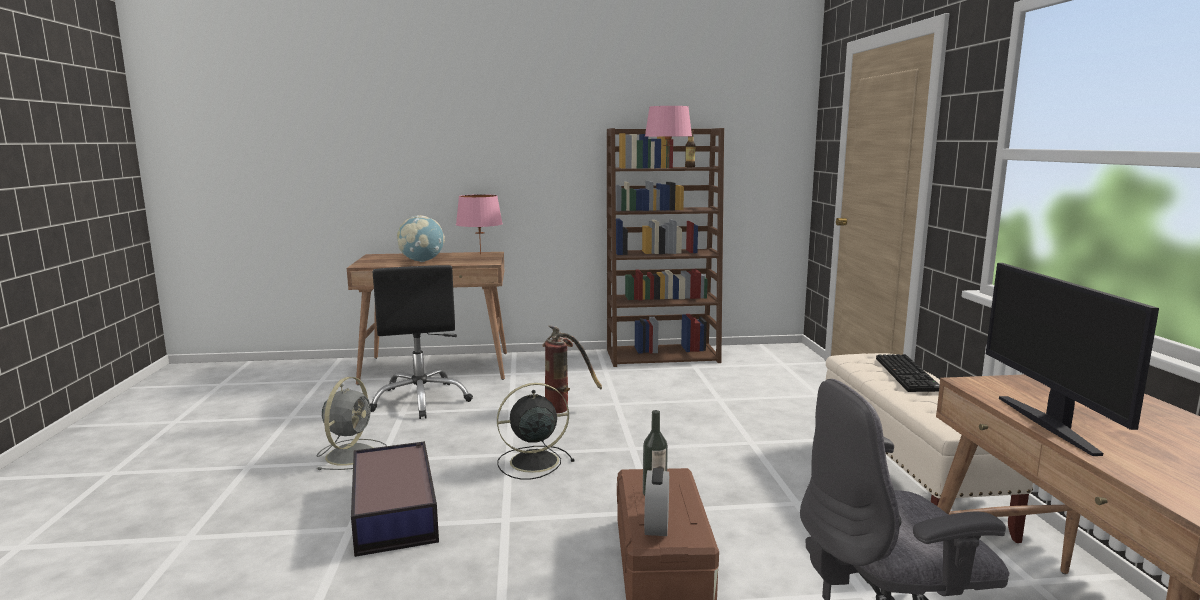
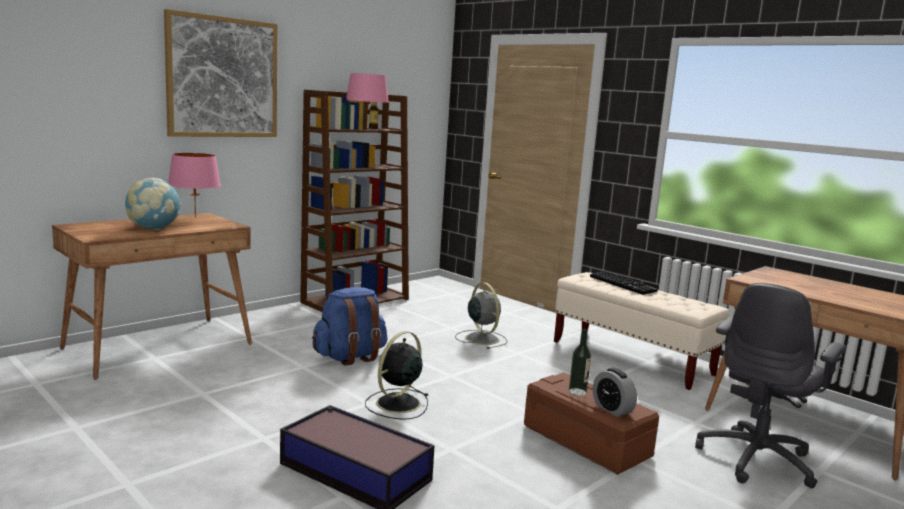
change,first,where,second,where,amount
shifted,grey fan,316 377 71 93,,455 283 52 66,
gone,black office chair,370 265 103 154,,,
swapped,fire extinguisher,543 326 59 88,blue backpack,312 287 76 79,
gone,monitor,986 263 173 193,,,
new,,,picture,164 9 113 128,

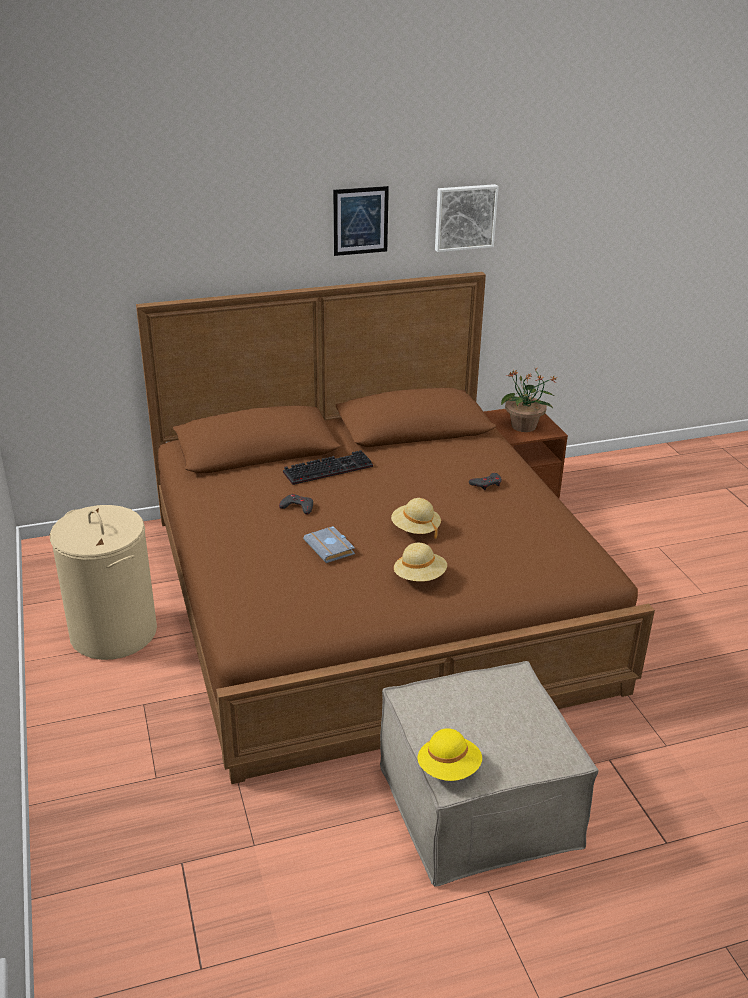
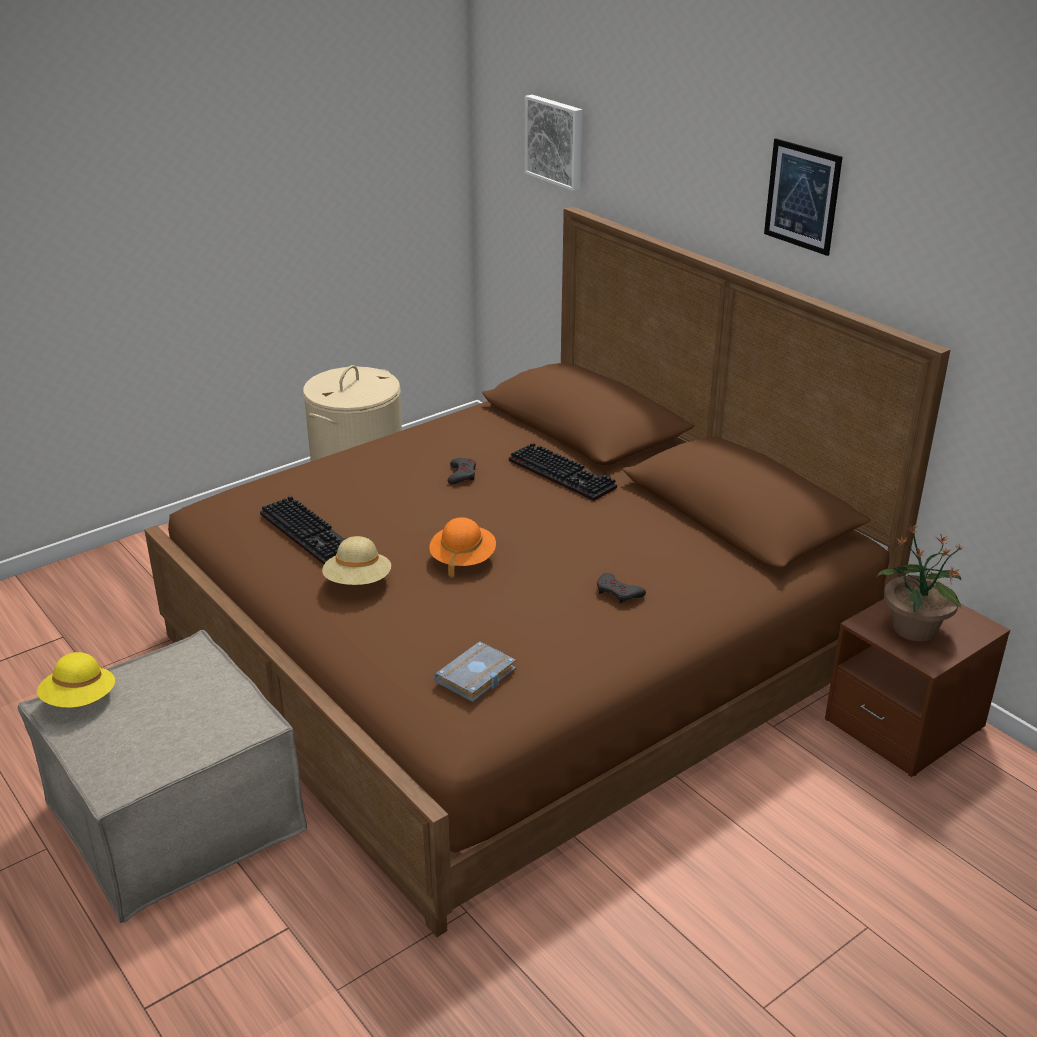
change,first,where,second,where,amount
shifted,grey book,304 526 51 37,,434 641 82 61,
repainted,beige hat,391 498 50 40,orange hat,429 517 67 61,
shifted,picture,435 184 64 68,,525 95 57 96,
new,,,keyboard,260 496 87 68,

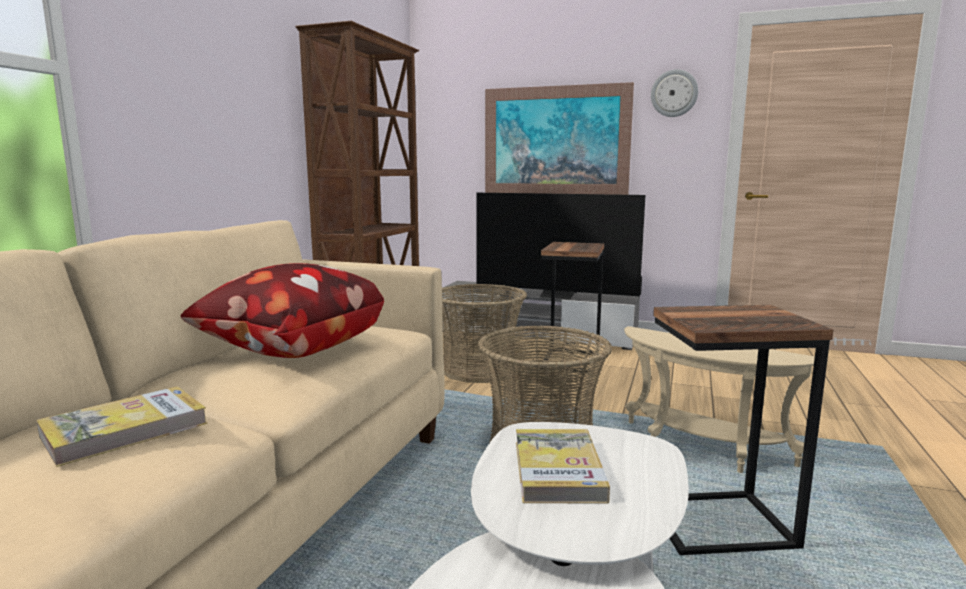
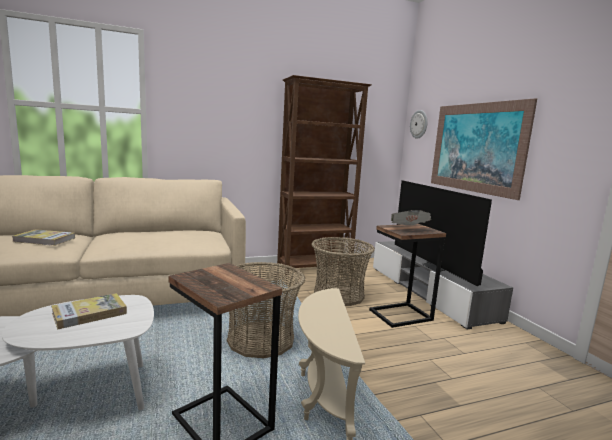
change,first,where,second,where,amount
gone,pillow,181 263 203 95,,,
shifted,wall clock,651 69 47 48,,410 110 17 29,
new,,,newspaper,391 210 40 15,

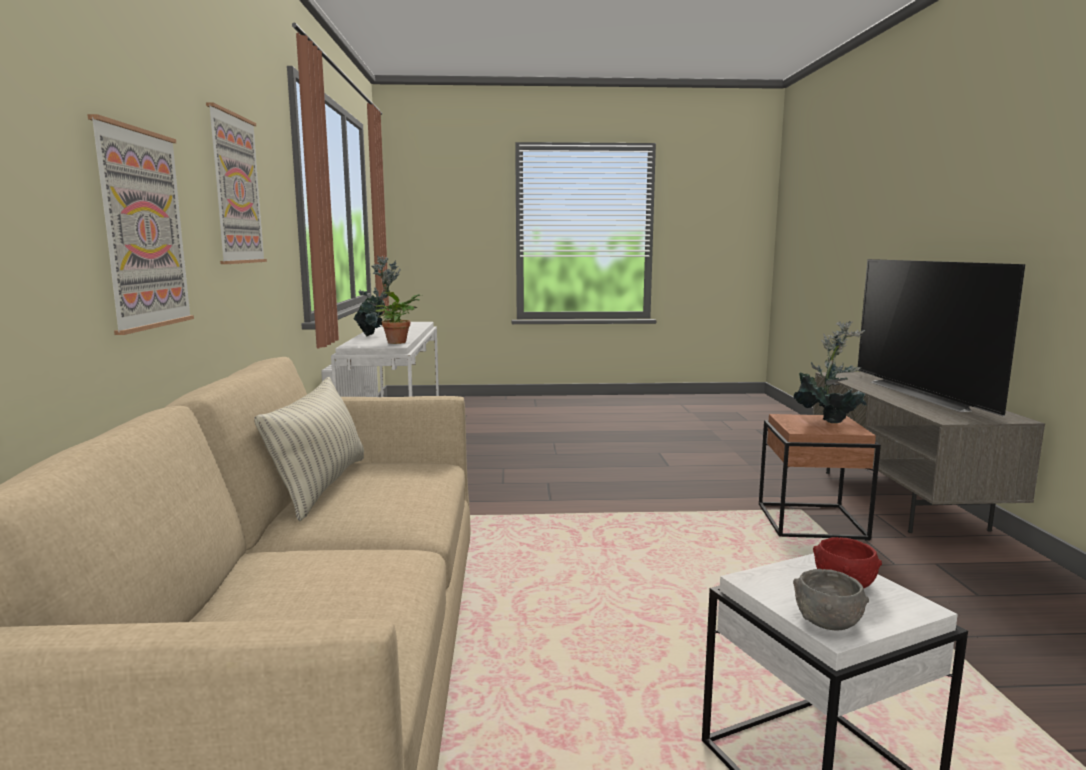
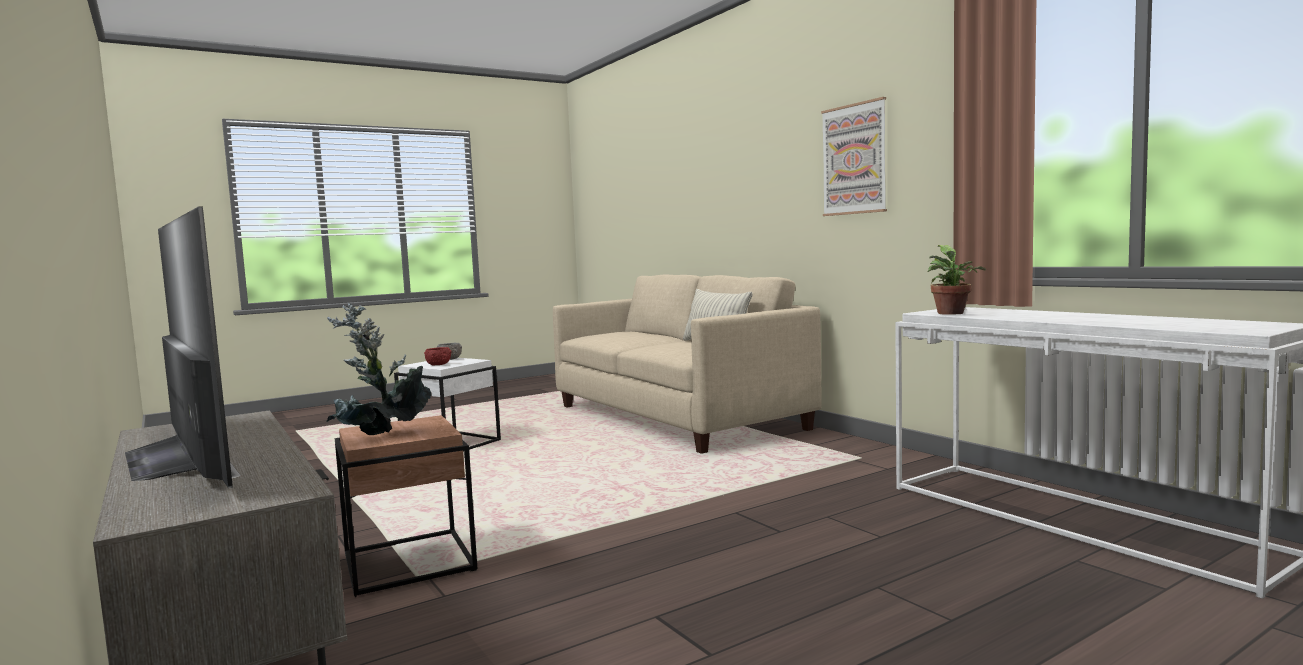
change,first,where,second,where,amount
gone,picture,87 114 107 221,,,
gone,potted plant,353 256 47 80,,,

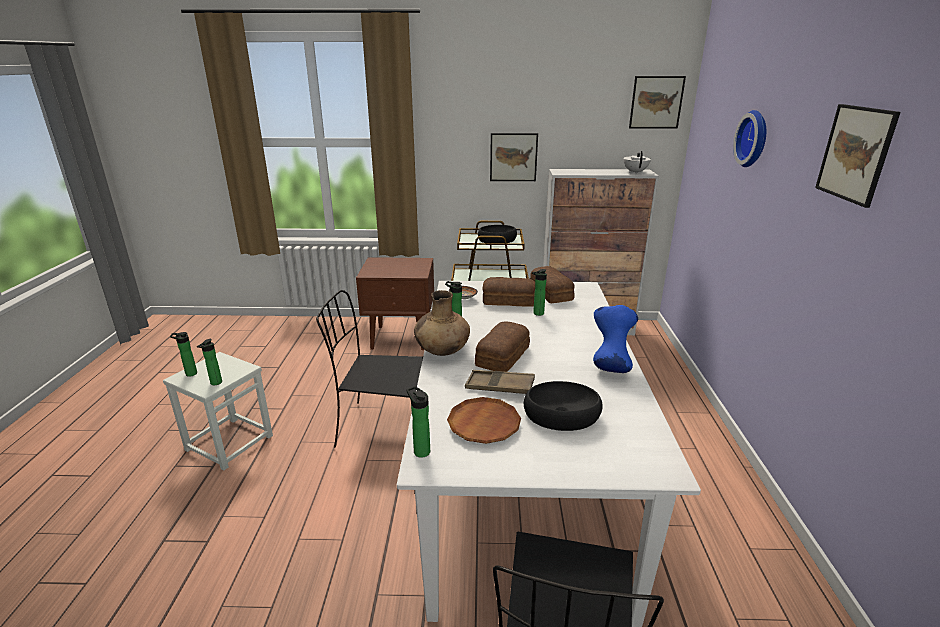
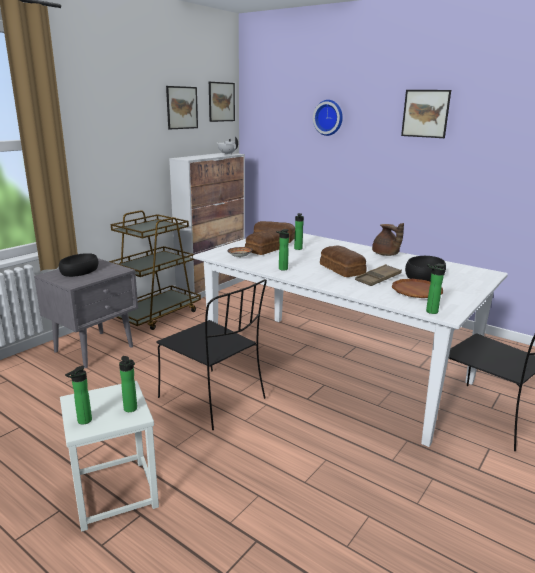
change,first,where,second,where,amount
rotated,black chair,316 290 107 157,,157 279 110 151,90 degrees counterclockwise
repainted,brown nightstand,356 257 78 93,grey nightstand,34 258 104 110,
gone,brown vase,414 290 56 66,,,
shifted,black bowl,478 225 39 18,,59 253 39 24,
shifted,picture,490 133 48 48,,166 86 32 43,
swapped,blue vase,593 305 45 68,brown teapot,372 223 32 33,

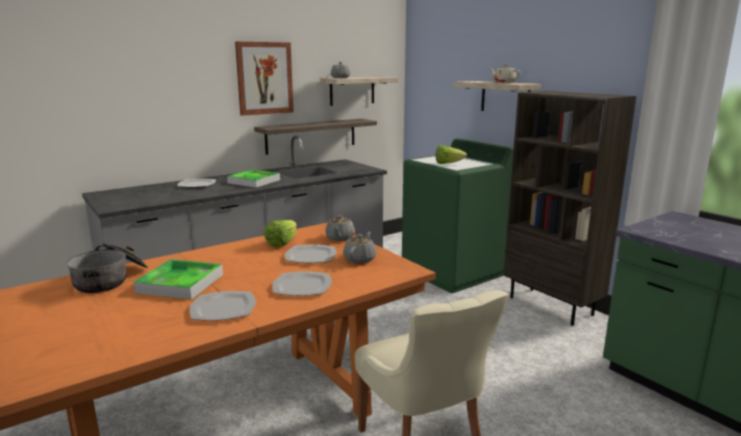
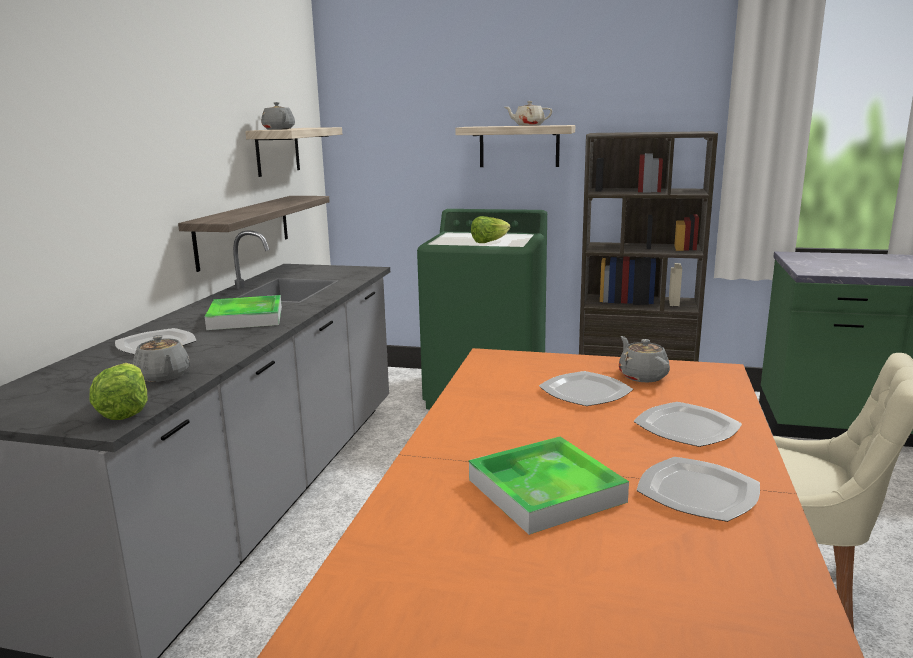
change,first,where,second,where,amount
gone,cooking pot,66 243 82 50,,,
gone,picture,235 42 58 74,,,
shifted,lettuce,264 220 33 27,,89 363 58 57,
shifted,grey teapot,325 215 30 26,,133 335 57 47,

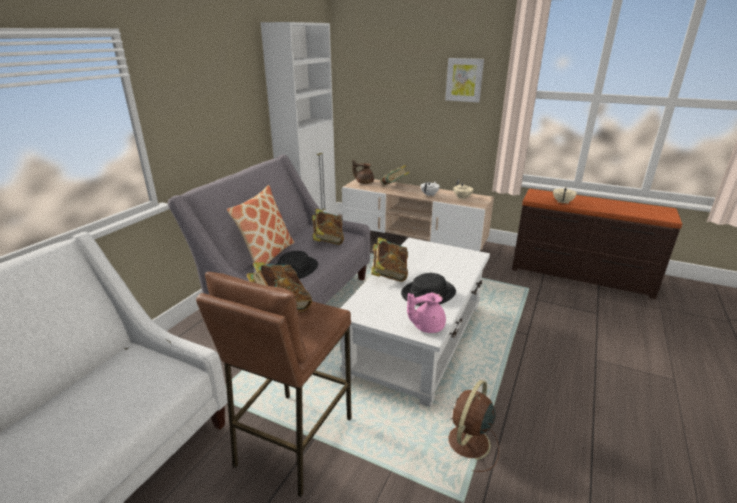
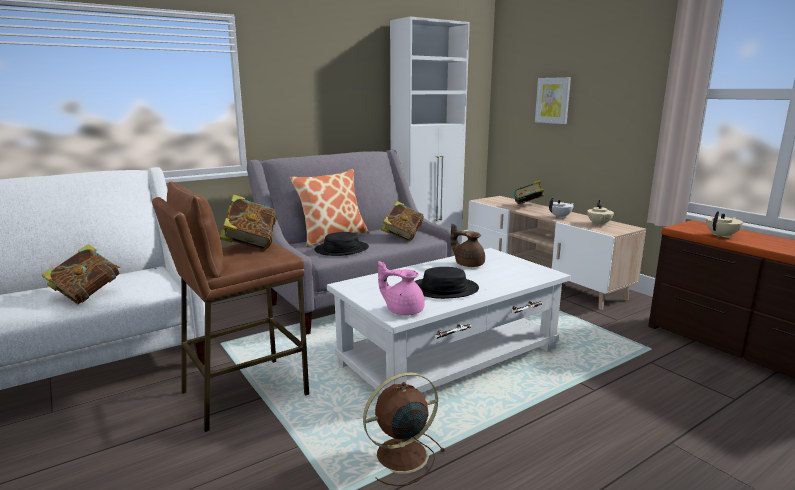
change,first,where,second,where,amount
shifted,brown teapot,352 160 22 24,,451 223 34 44,
shifted,book,371 237 37 45,,42 244 79 60,
shifted,picture,445 58 39 44,,535 77 36 47,

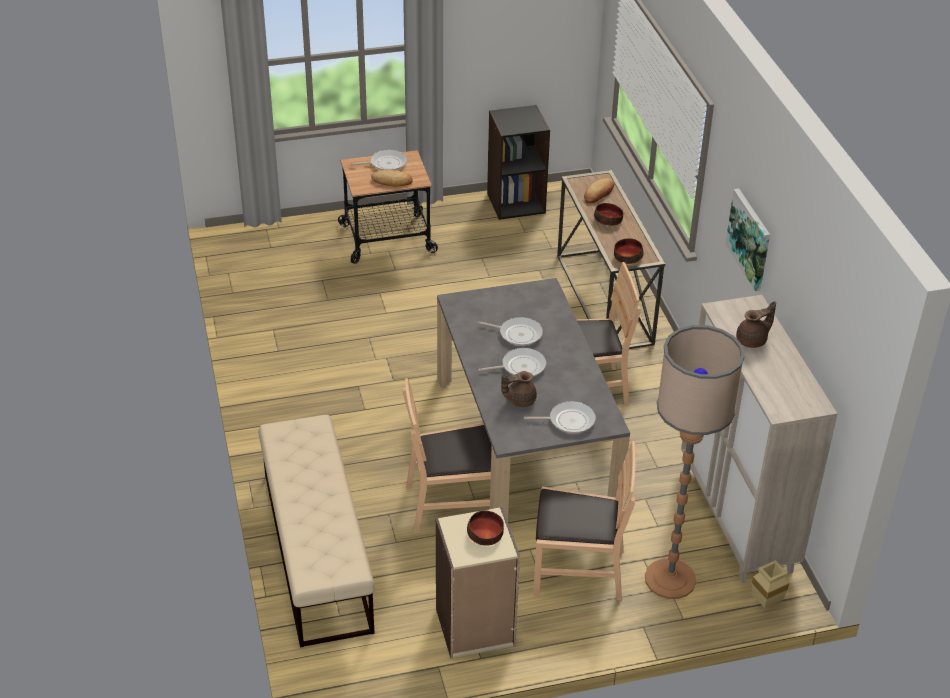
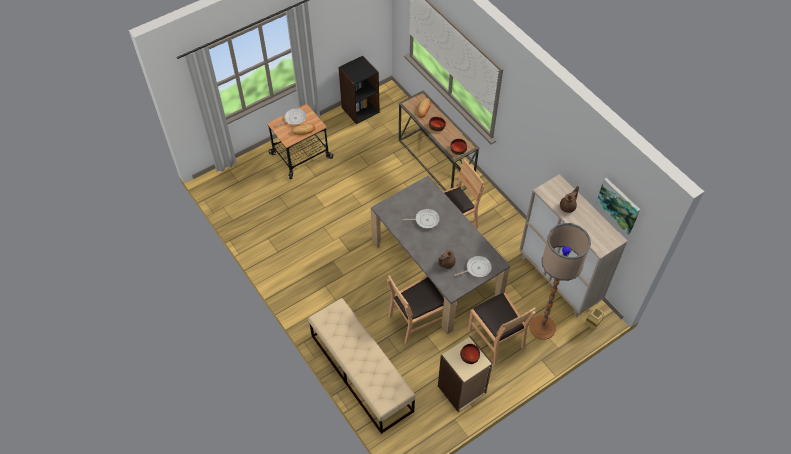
change,first,where,second,where,amount
gone,frying pan,479 348 67 28,,,
rotated,brown chair,533 441 103 159,,468 293 68 71,75 degrees clockwise
shifted,picture,725 189 45 102,,596 178 44 57,

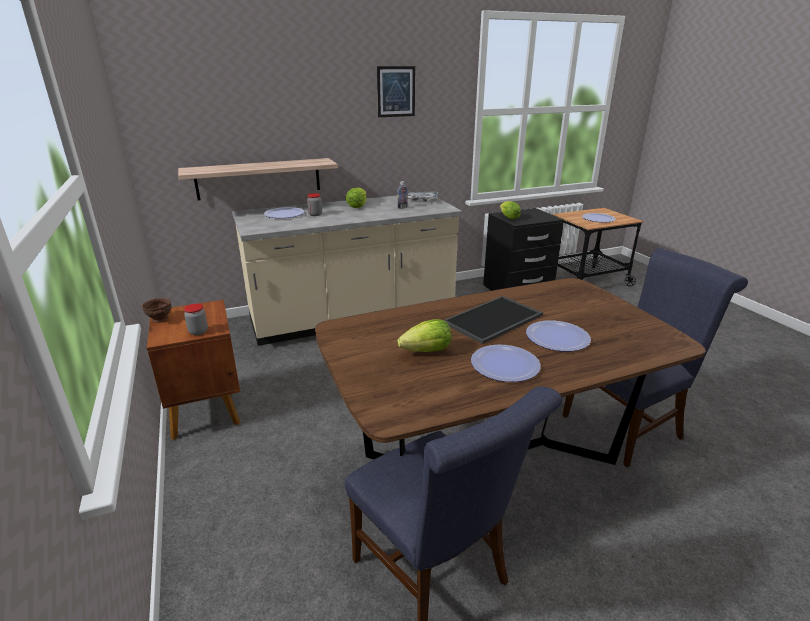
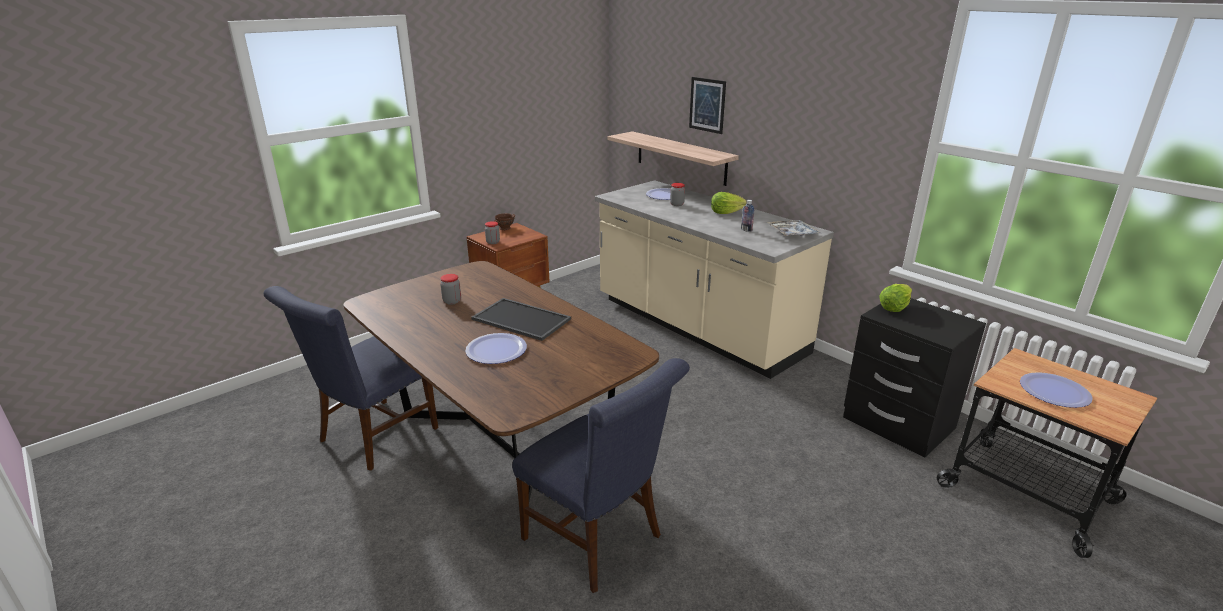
change,first,where,second,where,amount
shifted,picture,377 66 38 51,,689 77 37 57,
swapped,lettuce,397 319 55 33,jar,440 274 21 31,
gone,plate,471 345 70 37,,,

